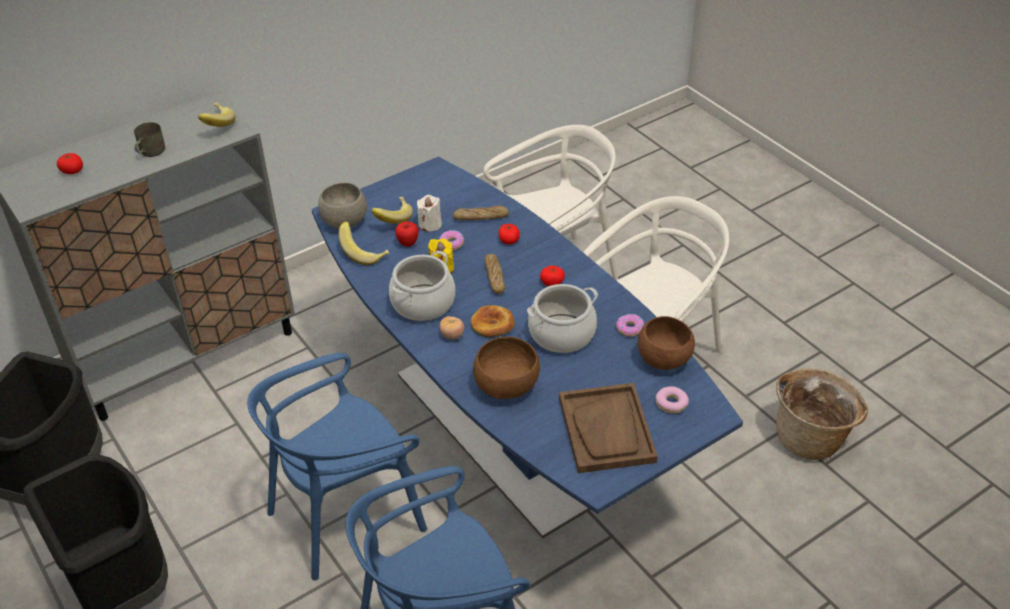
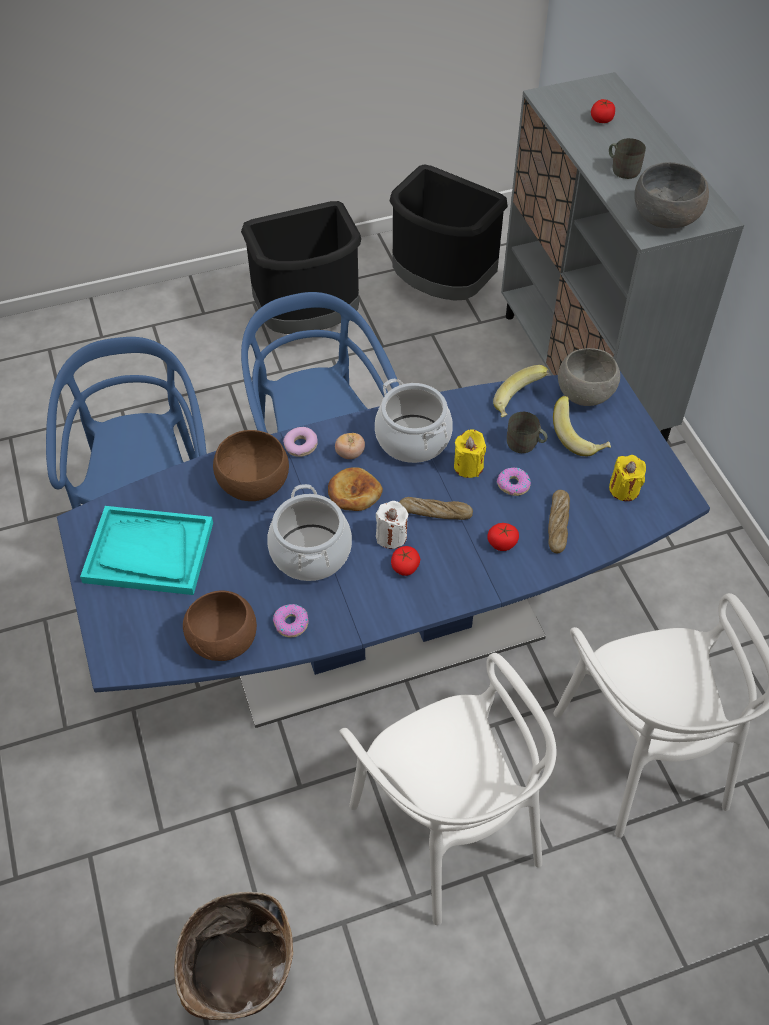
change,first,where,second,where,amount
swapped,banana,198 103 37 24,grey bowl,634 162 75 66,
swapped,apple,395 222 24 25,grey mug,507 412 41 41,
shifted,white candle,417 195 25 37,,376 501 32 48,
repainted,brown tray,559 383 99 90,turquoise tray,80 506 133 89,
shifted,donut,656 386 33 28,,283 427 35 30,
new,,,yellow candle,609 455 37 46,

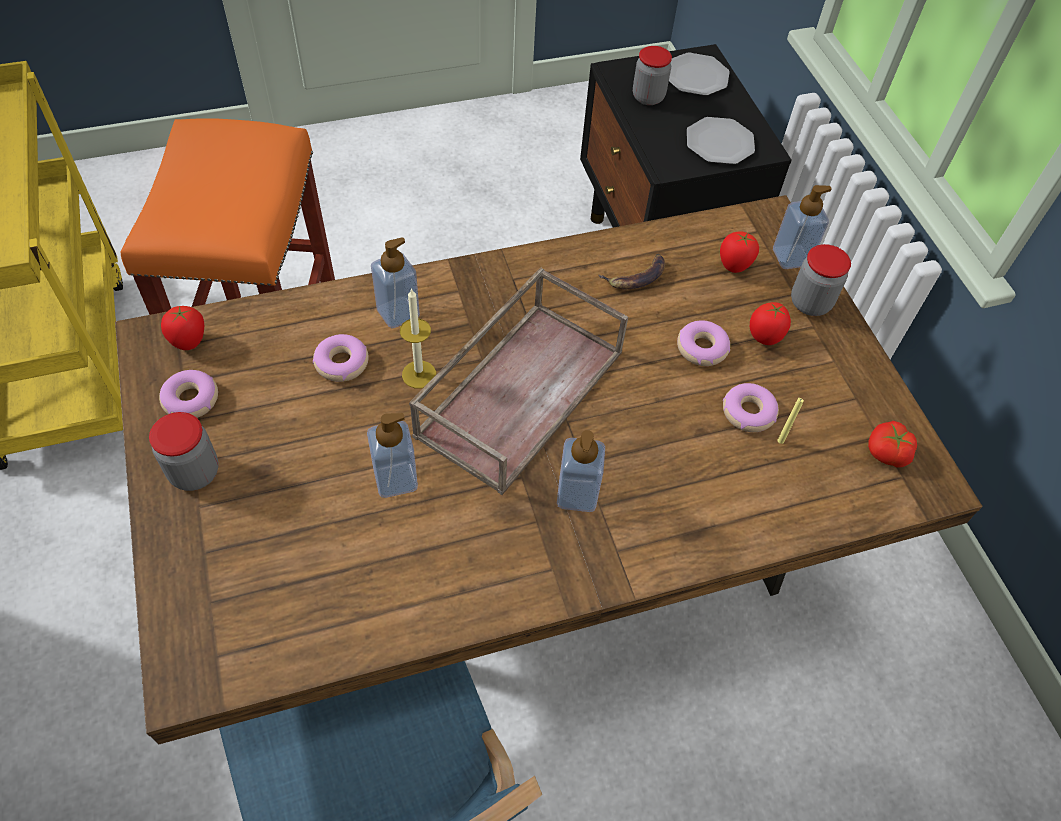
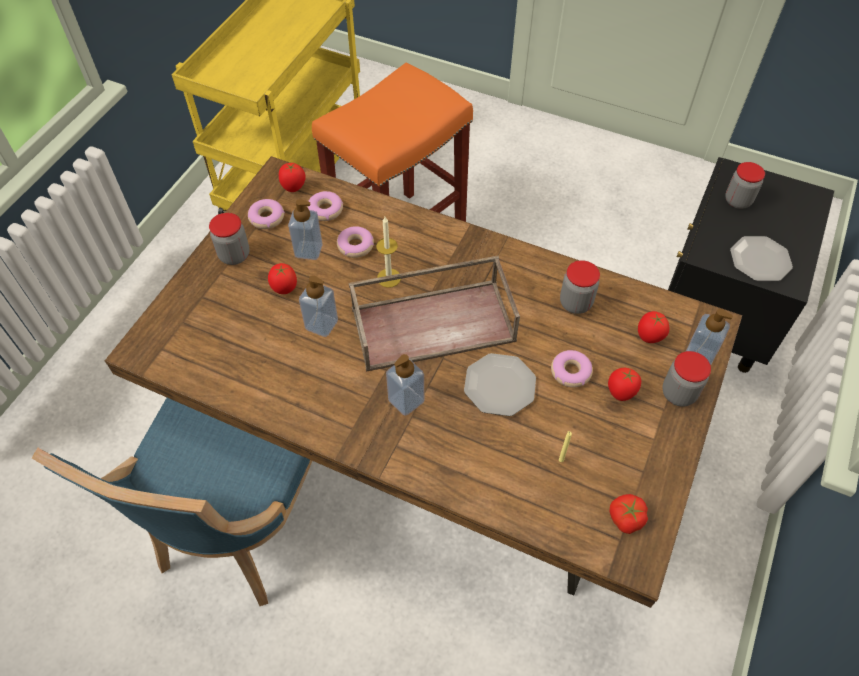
change,first,where,second,where,amount
shifted,soap dispenser,371 237 49 91,,288 199 35 61,
swapped,banana,599 254 66 35,jar,560 260 40 54,
shifted,plate,669 53 61 43,,464 353 72 63,
shifted,donut,723 383 56 49,,307 191 36 30,
new,,,tomato,268 263 29 31,

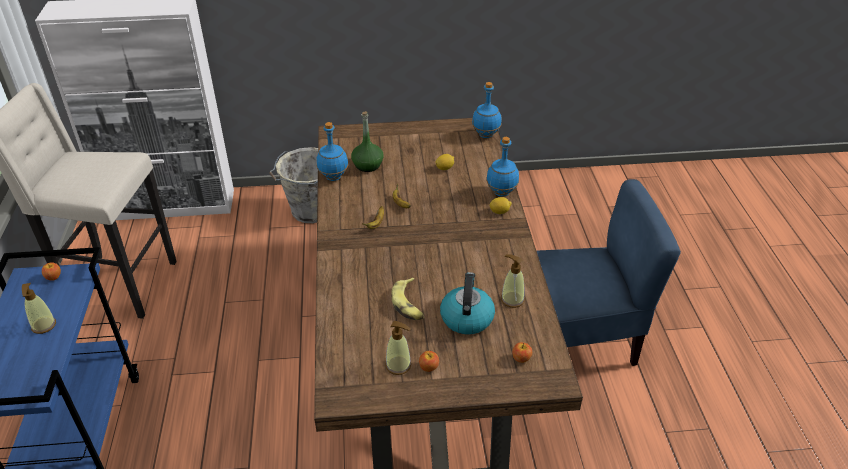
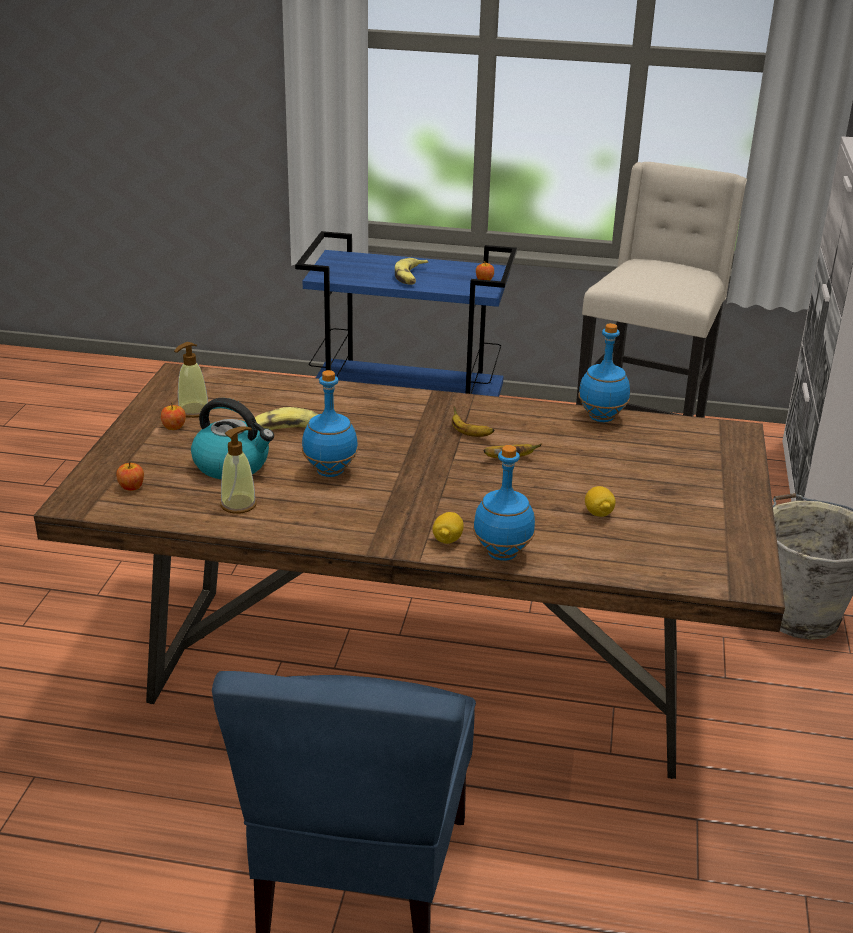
change,first,where,second,where,amount
swapped,soap dispenser,22 283 34 51,banana,395 258 33 27,
gone,green bottle,351 111 33 61,,,
shifted,blue bottle,472 82 30 56,,302 370 56 107,

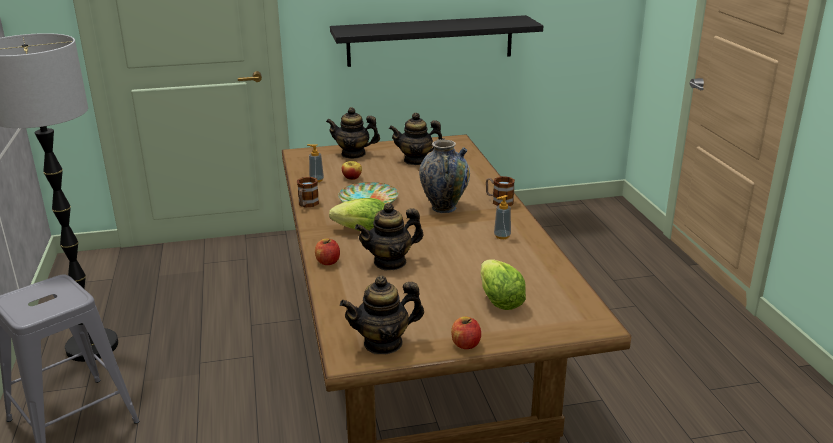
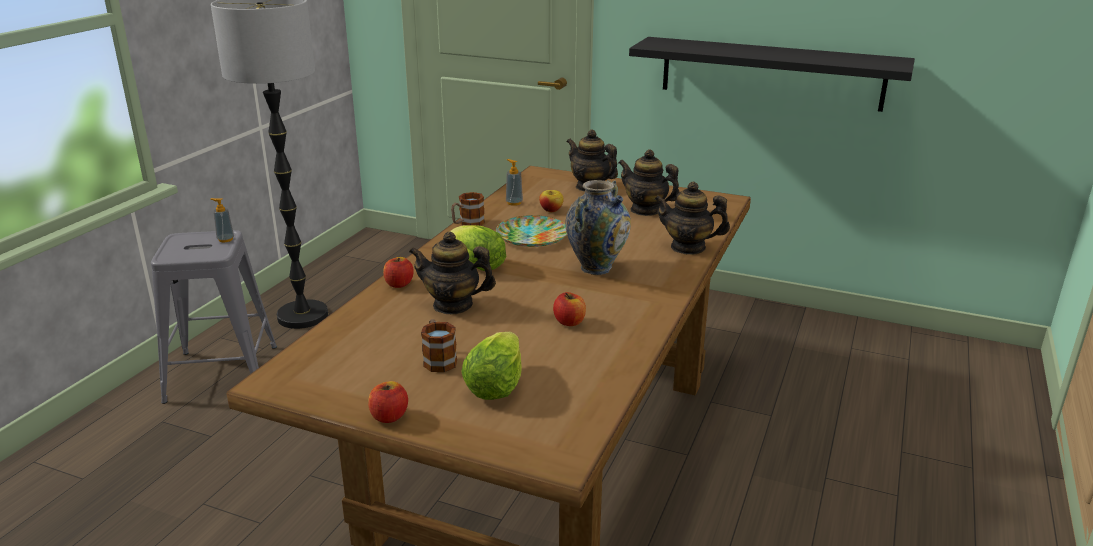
change,first,where,second,where,amount
shifted,teapot,340 275 84 79,,654 182 76 73,
shifted,mug,486 176 29 30,,421 319 36 53,
shifted,soap dispenser,494 195 17 44,,210 198 24 44,
new,,,apple,553 292 33 34,

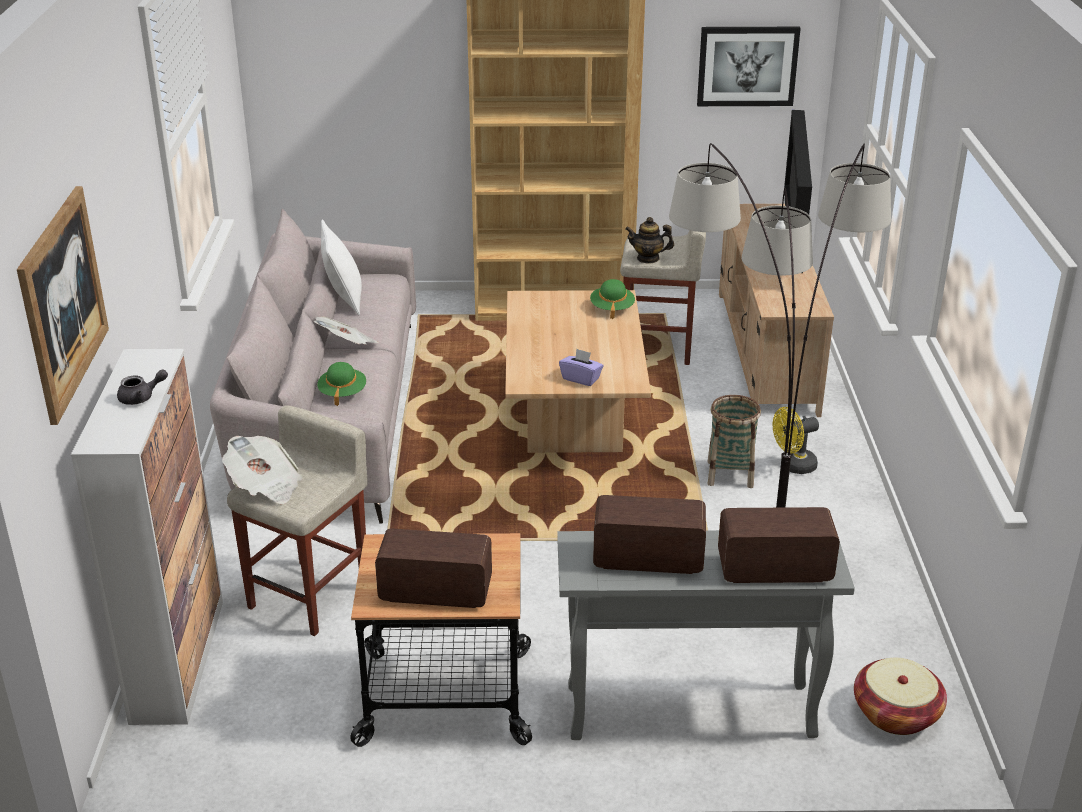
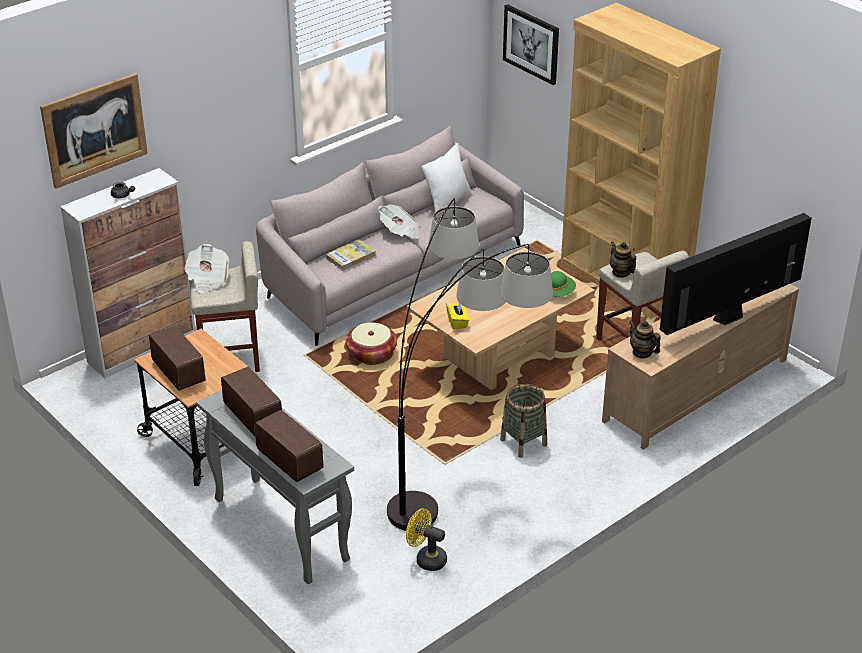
change,first,where,second,where,amount
swapped,green hat,317 362 49 44,book,326 240 50 31,
repainted,purple tissue box,559 348 44 38,yellow tissue box,446 303 23 26,
shifted,picture,697 27 104 79,,503 4 56 81,
shifted,yellow fan,773 407 46 67,,406 508 41 63,
shifted,basket,854 658 93 77,,346 322 51 42,
new,,,teapot,629 320 32 39,

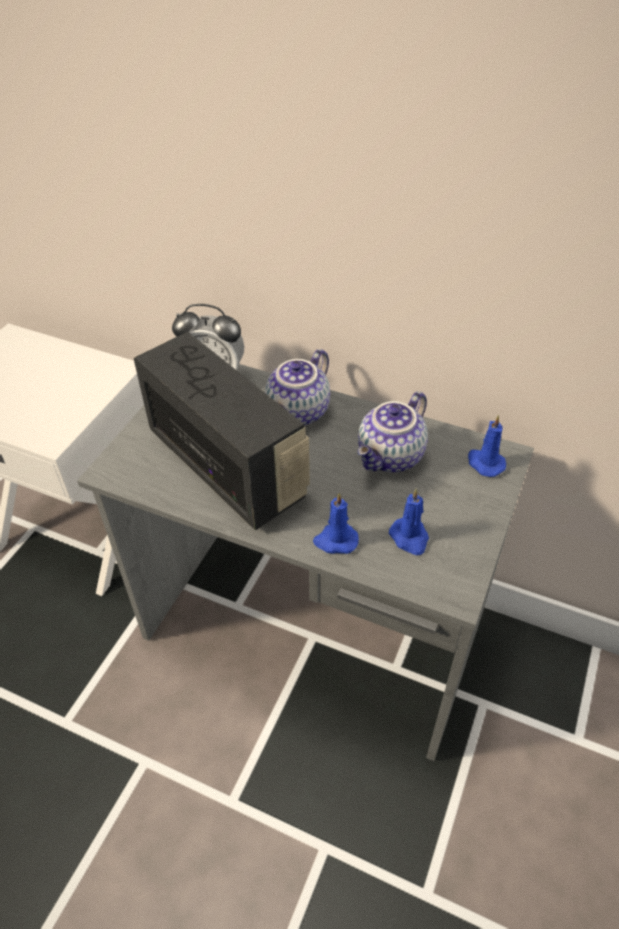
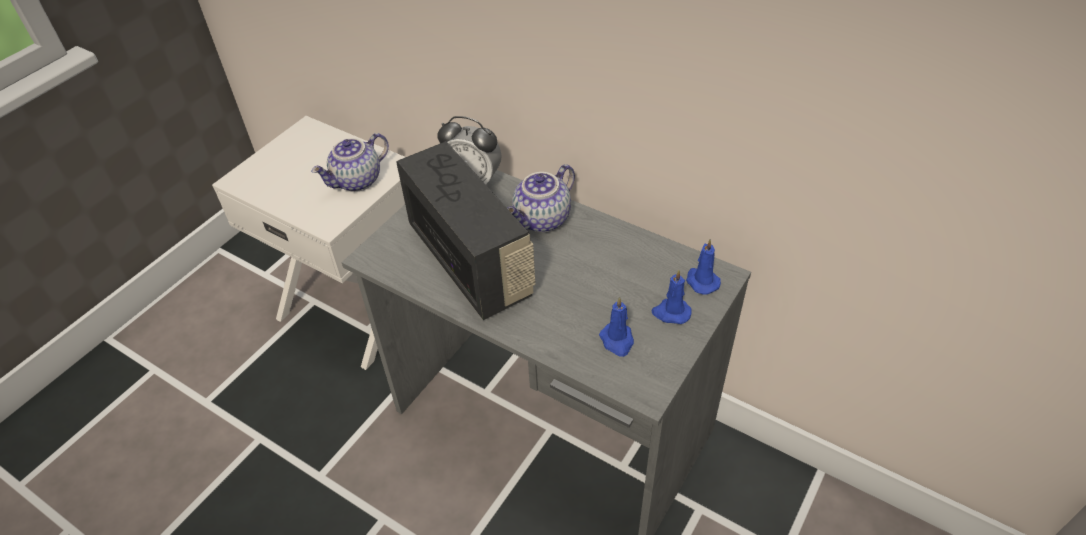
change,first,where,second,where,amount
shifted,blue candle,313 493 46 61,,652 270 39 54,
shifted,teapot,358 391 70 81,,311 133 78 59,

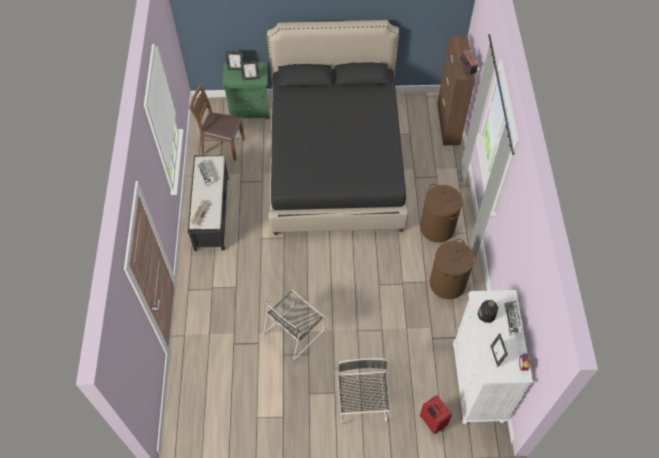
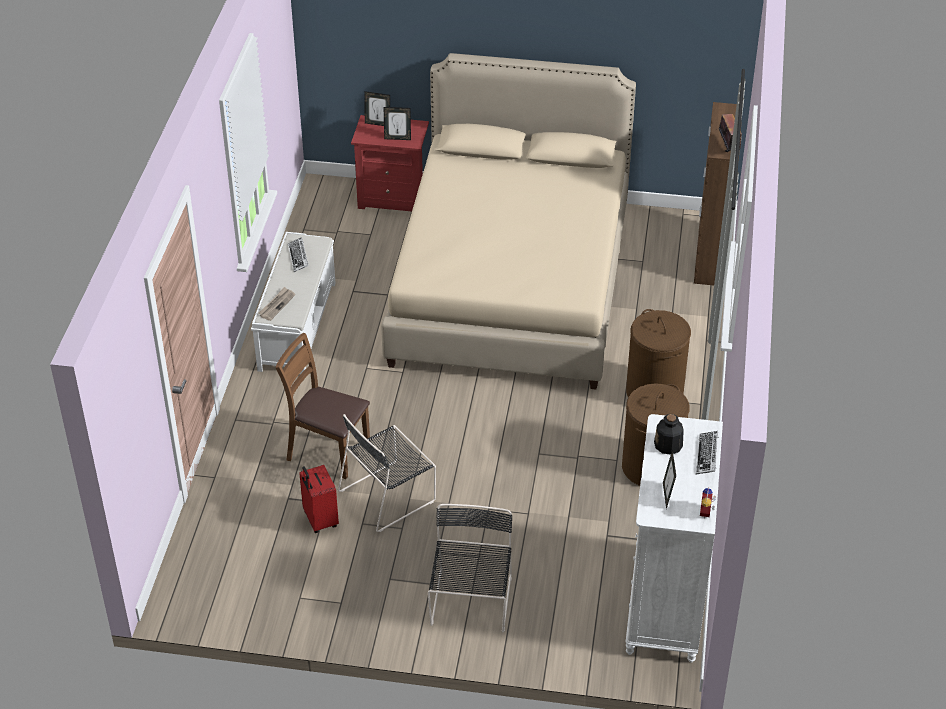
change,first,where,second,where,amount
repainted,black bench,188 155 41 96,white bench,251 232 85 142,
shifted,brown chair,189 85 56 76,,276 333 94 146,
repainted,green nightstand,222 62 48 57,red nightstand,351 115 78 96,
repainted,black bed,267 20 142 215,beige bed,381 53 255 336,
shifted,red suitcase,420 395 32 39,,299 465 40 68,

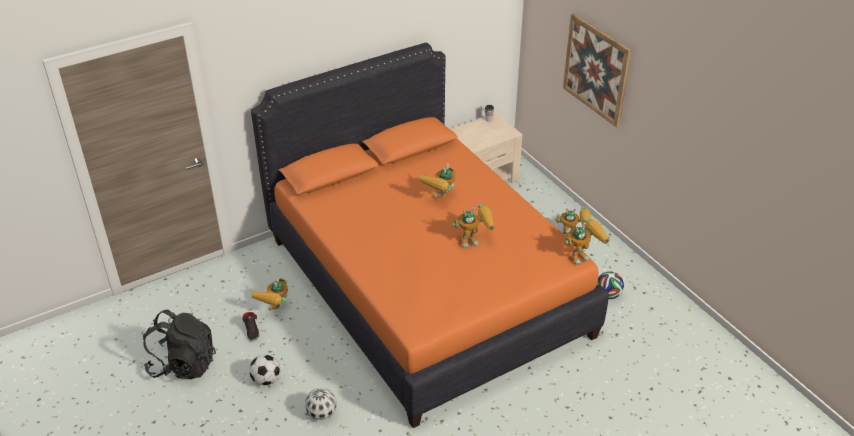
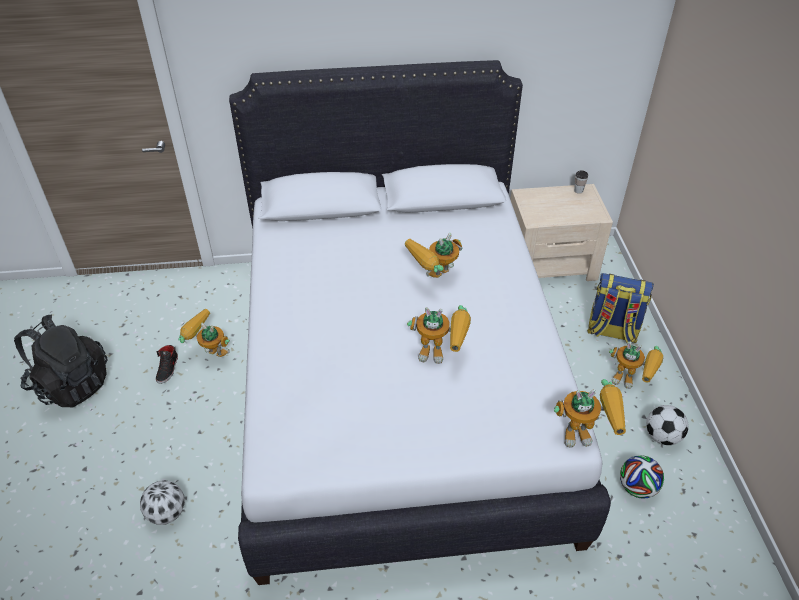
change,first,where,second,where,amount
shifted,football,249 354 31 32,,646 405 43 40,
repainted,orange bed,251 43 358 385,white bed,229 60 382 525,
rotated,toy robot,251 276 37 35,,178 309 52 48,75 degrees clockwise
gone,picture,563 13 68 115,,,
new,,,backpack,587 273 67 70,

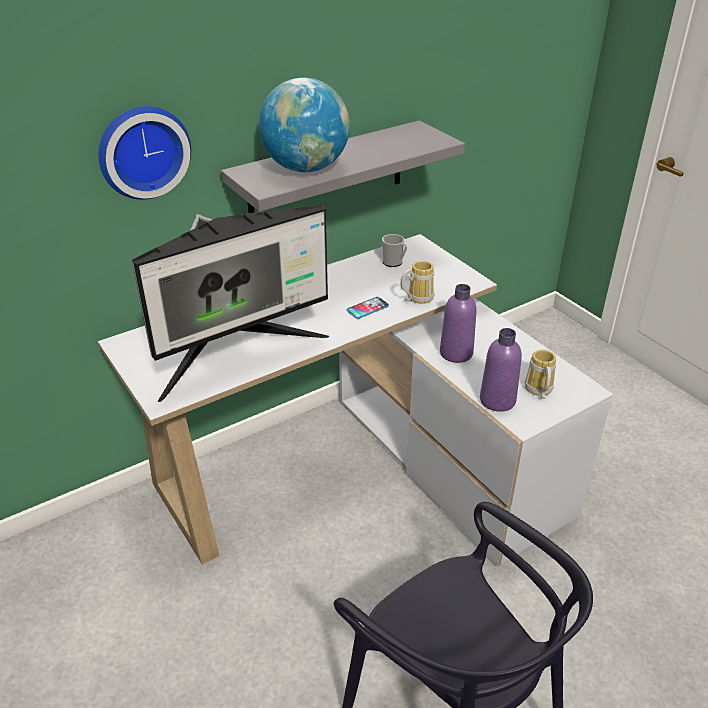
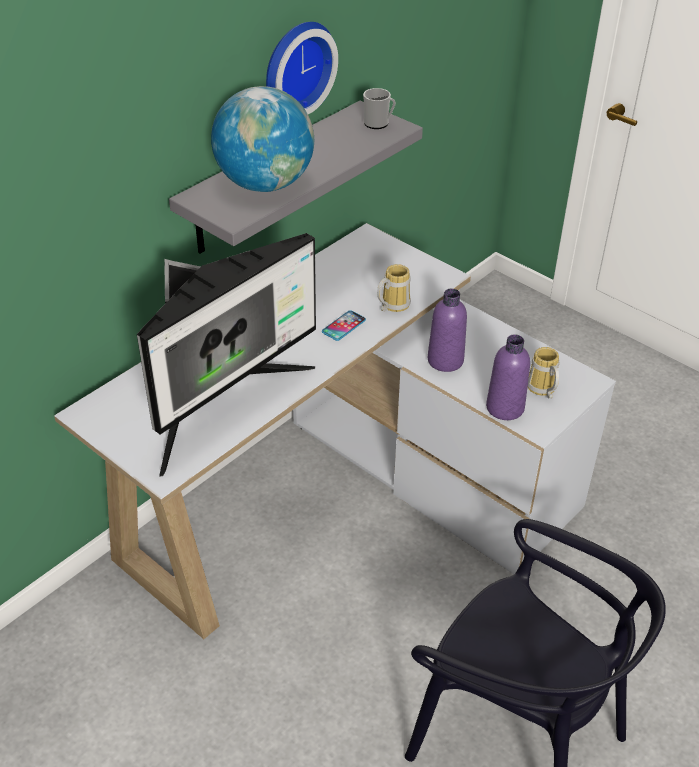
change,first,where,second,where,amount
shifted,wall clock,99 106 92 94,,266 22 72 92,
shifted,mug,382 234 25 33,,363 88 33 41,

